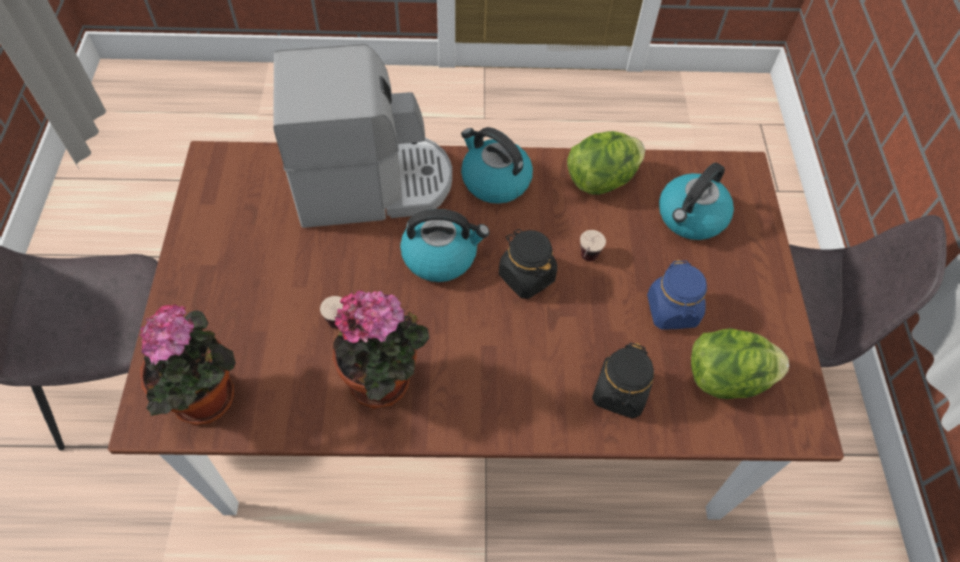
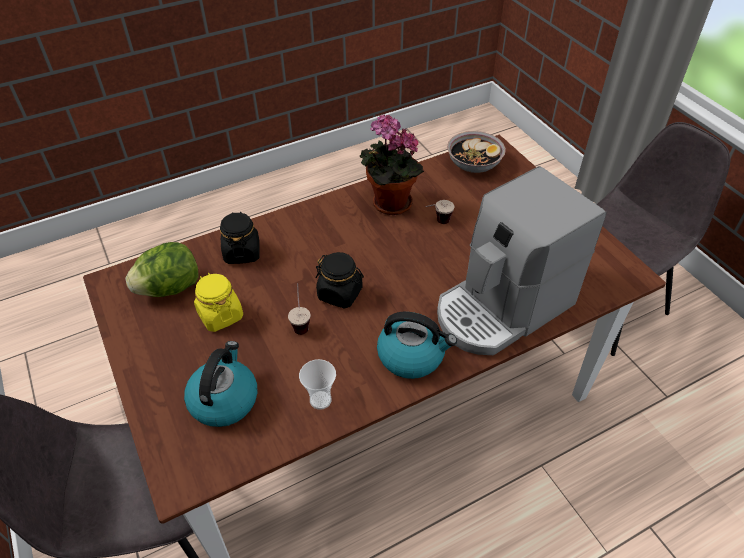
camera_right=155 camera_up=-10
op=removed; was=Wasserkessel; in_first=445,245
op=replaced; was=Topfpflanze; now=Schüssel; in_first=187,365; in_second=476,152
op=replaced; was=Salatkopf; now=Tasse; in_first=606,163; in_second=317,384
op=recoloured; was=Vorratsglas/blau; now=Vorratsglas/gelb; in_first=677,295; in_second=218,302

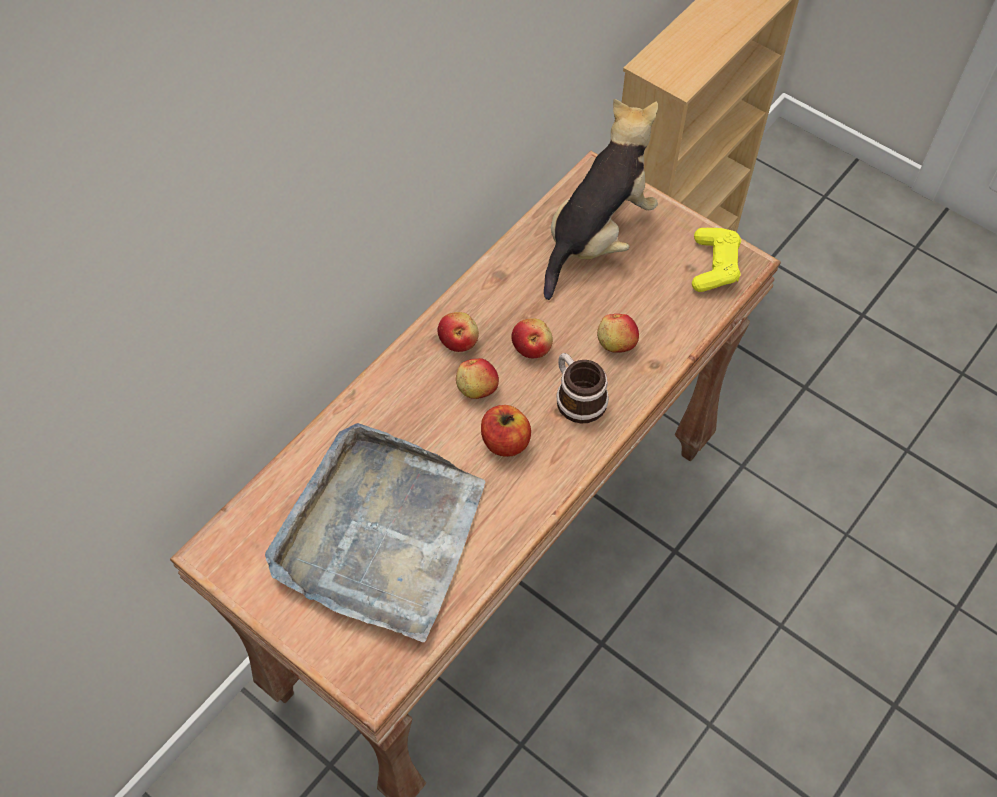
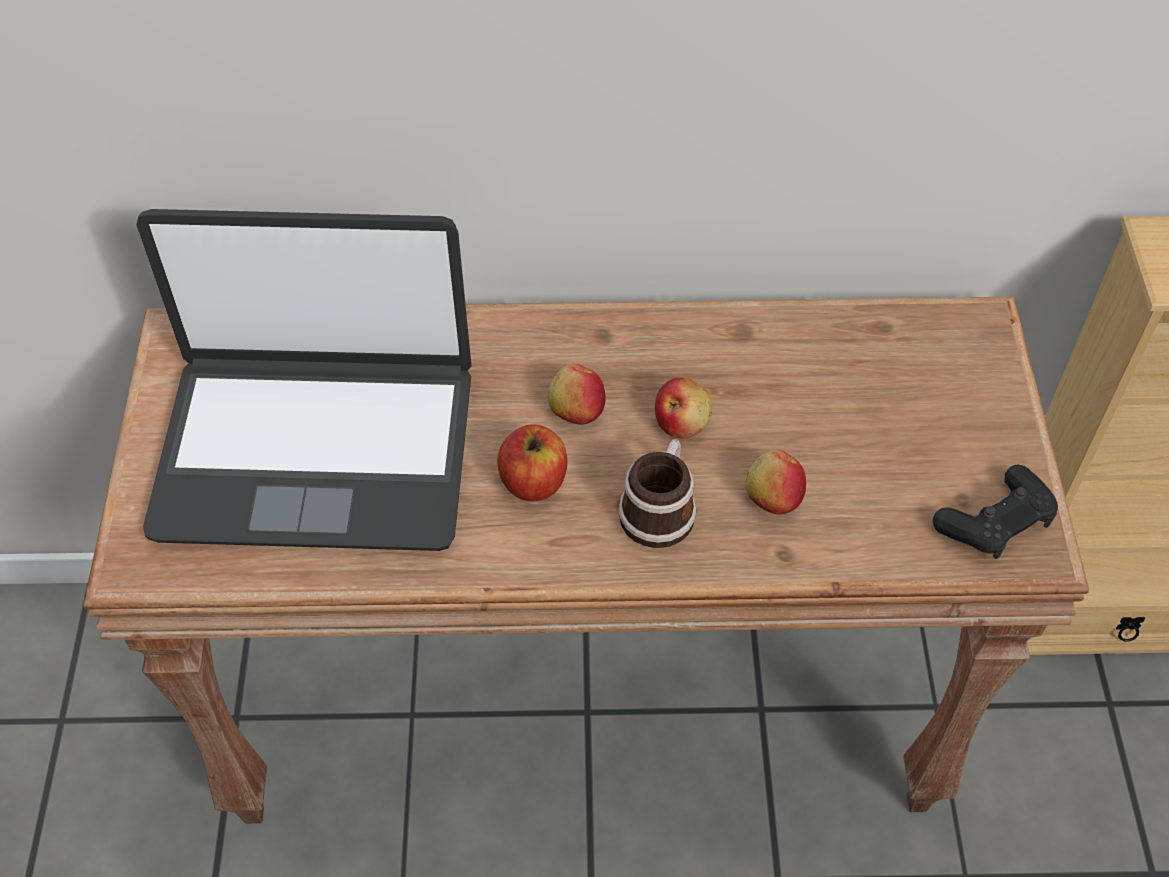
camera_right=50 camera_up=-5
op=removed; was=Apfel; in_first=458,332
op=removed; was=Plüschtier; in_first=601,199
op=replaced; was=Tablett/grau; now=Laptop; in_first=375,532; in_second=304,380
op=recoloured; was=Gamepad/gelb; now=Gamepad/schwarz; in_first=716,260; in_second=995,511

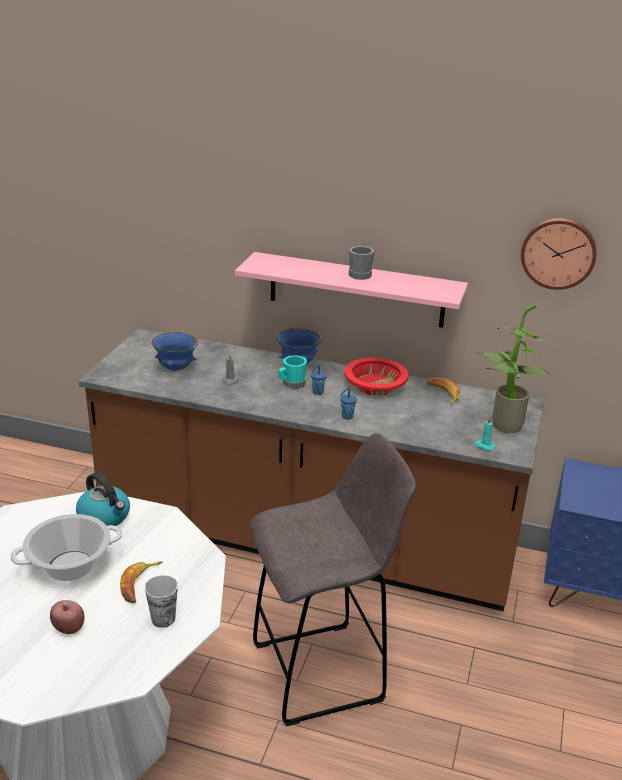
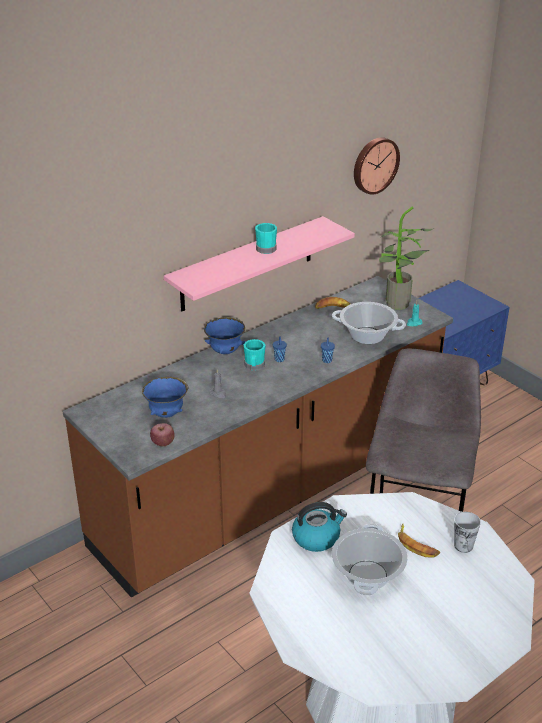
camera_right=-55 camera_up=5
op=removed; was=Schüssel/rot; in_first=376,376
op=added; now=Kochtopf; in_second=369,323
op=moved; was=Apfel; in_first=67,617; in_second=162,434
op=recoloured; was=Henkelbecher/grau; now=Henkelbecher/türkis; in_first=361,263; in_second=266,238

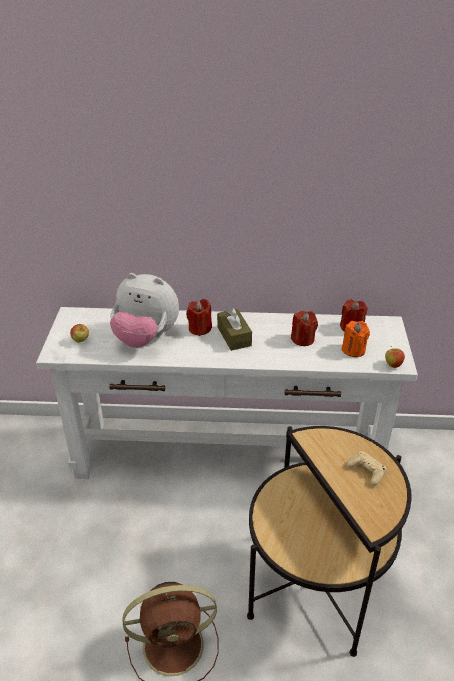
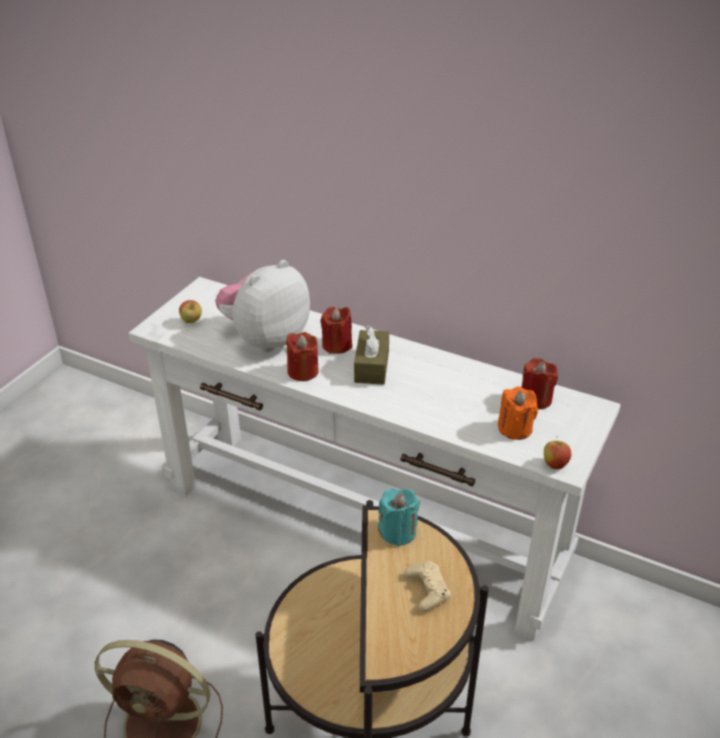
camera_right=25 camera_up=0
op=added; now=Kerze/türkis; in_second=399,517
op=moved; was=Kerze/rot; in_first=304,328; in_second=302,356
op=turned; was=Plüschtier; in_first=144,310; in_second=262,306; clockwise=90

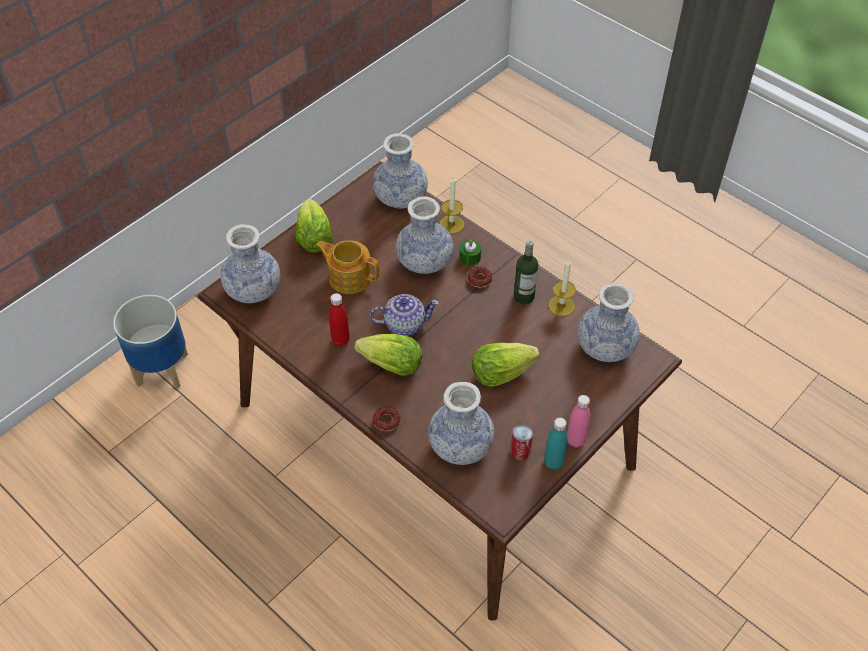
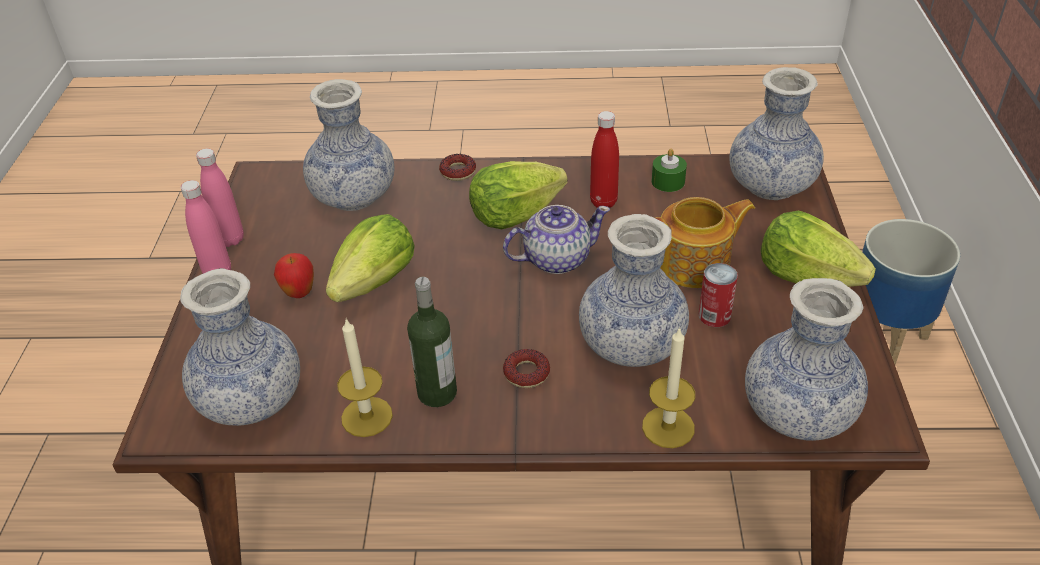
camera_right=140 camera_up=-10
op=added; now=Apfel; in_second=294,275
op=moved; was=Kerze/grün; in_first=470,252; in_second=669,170
op=moved; was=Dose; in_first=521,442; in_second=718,295
op=recoloured; was=Flasche/türkis; now=Flasche/rosa; in_first=555,444; in_second=220,198
op=turned; was=Teekanne; in_first=404,315; in_second=556,239; clockwise=-150

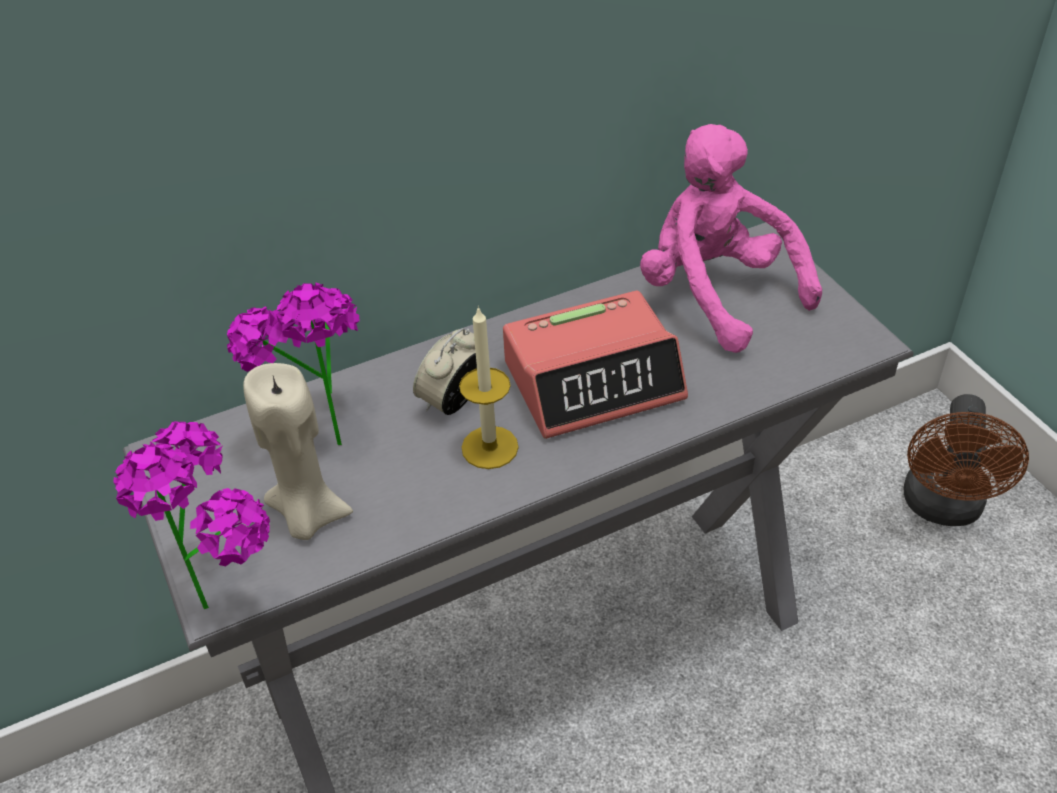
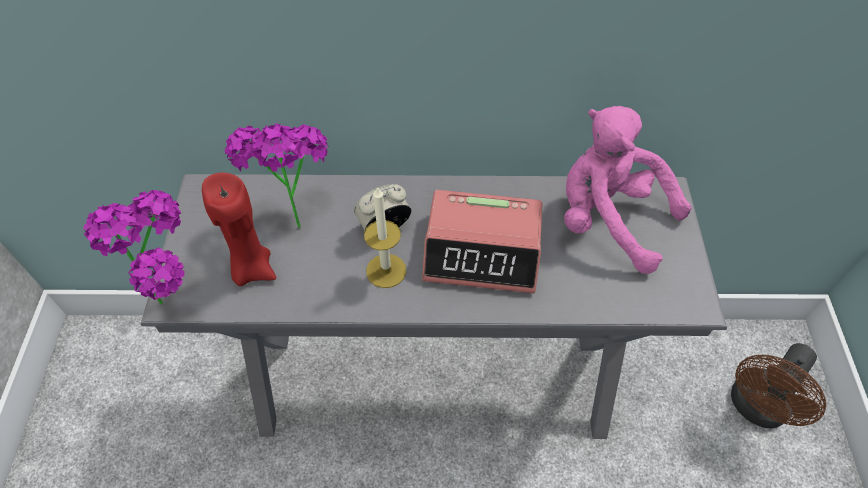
camera_right=25 camera_up=10
op=recoloured; was=Kerze/beige; now=Kerze/rot; in_first=298,451; in_second=239,229
op=turned; was=Plüschtier/rosa; in_first=731,238; in_second=628,190; clockwise=-45

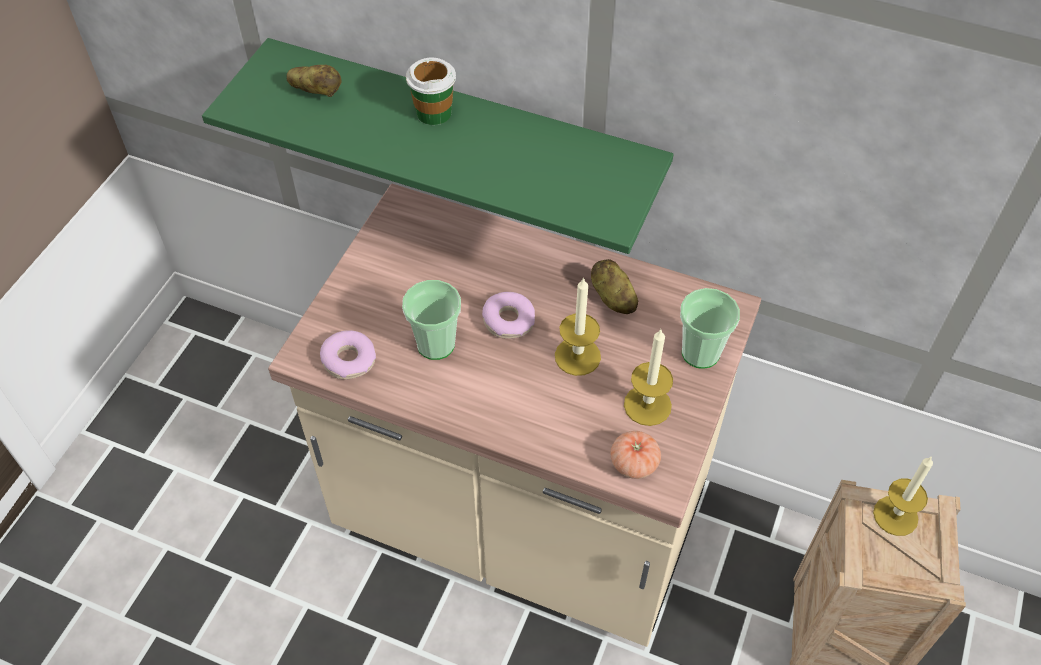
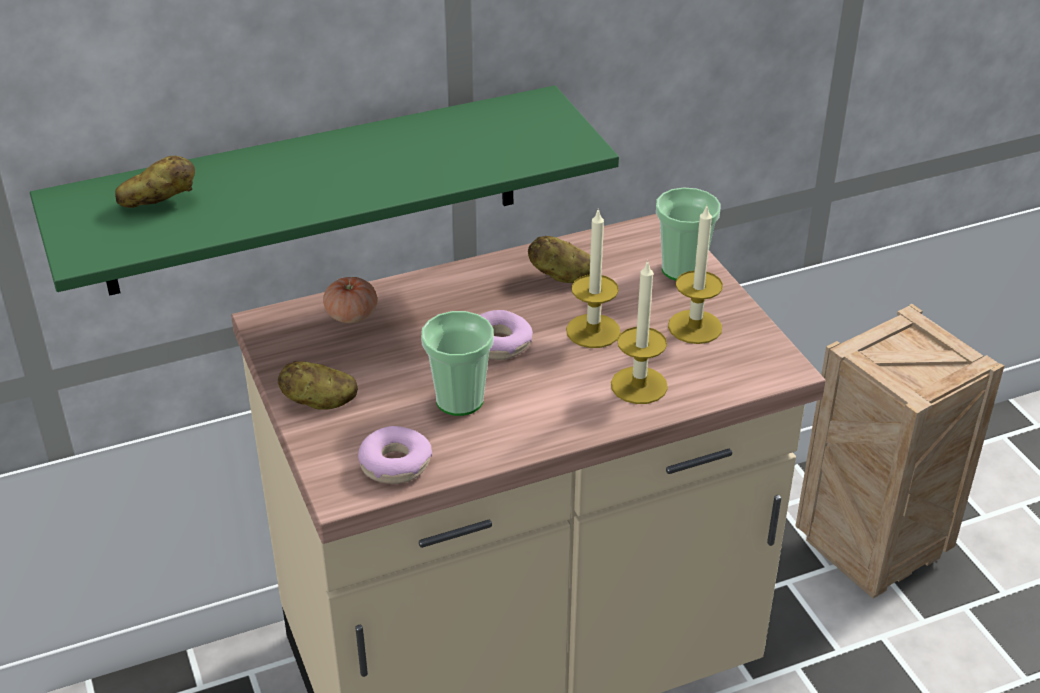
camera_right=-45 camera_up=-15
op=removed; was=Tasse; in_first=431,91
op=added; now=Kartoffel; in_second=318,385
op=moved; was=Tomate; in_first=635,455; in_second=350,300
op=moved; was=Kerze; in_first=903,496; in_second=639,332

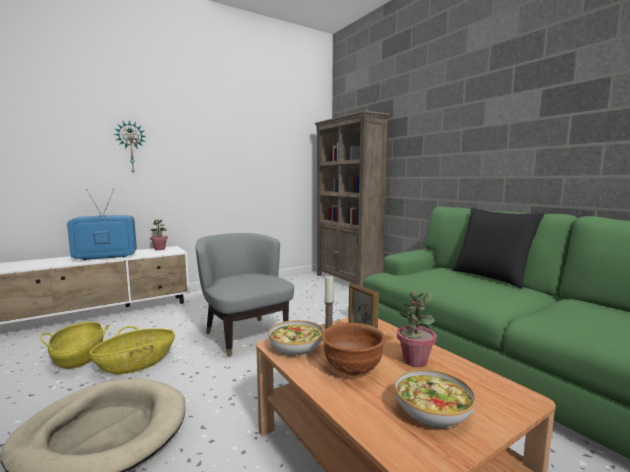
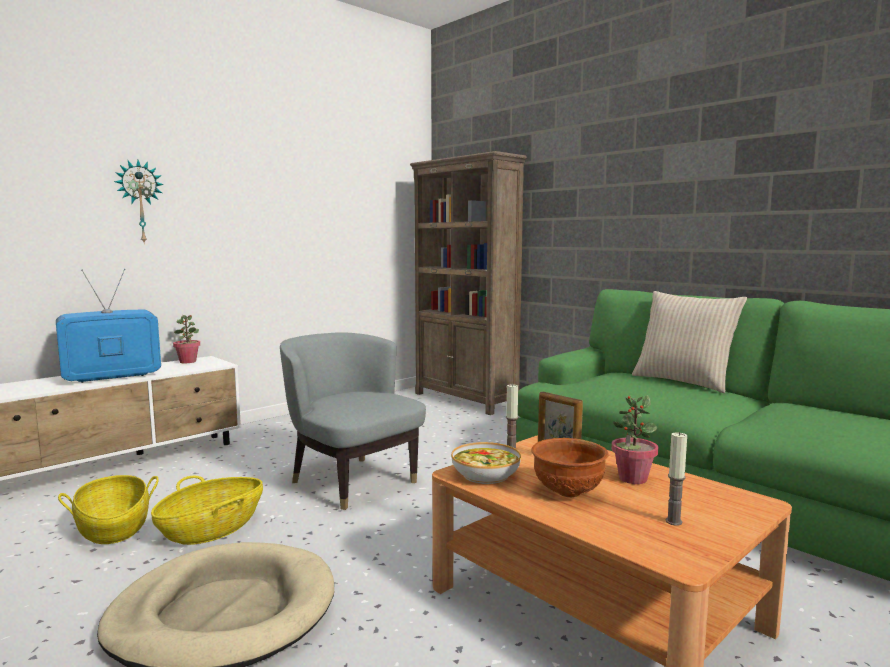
camera_right=-10 camera_up=0
op=replaced; was=Schüssel; now=Kerze; in_first=435,399; in_second=676,479
op=recoloured; was=Kissen/schwarz; now=Kissen/beige; in_first=498,248; in_second=689,342

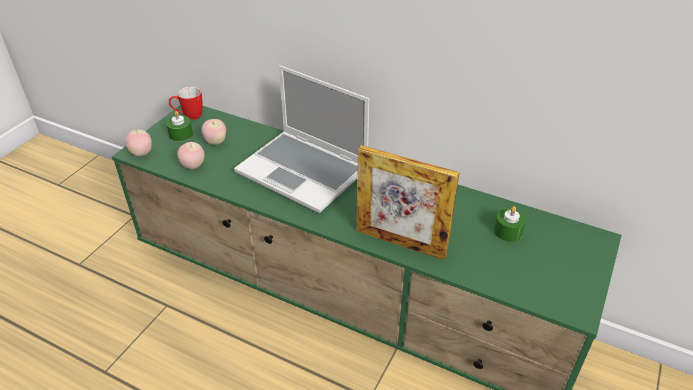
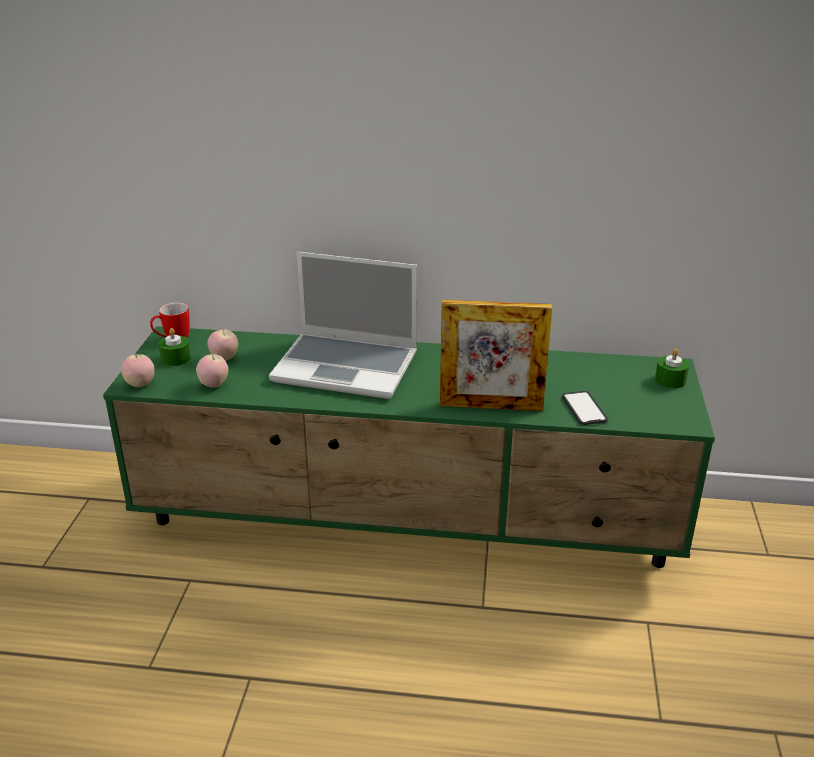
camera_right=-20 camera_up=-10
op=added; now=Handy; in_second=585,408
op=moved; was=Kerze/grün; in_first=510,224; in_second=672,368

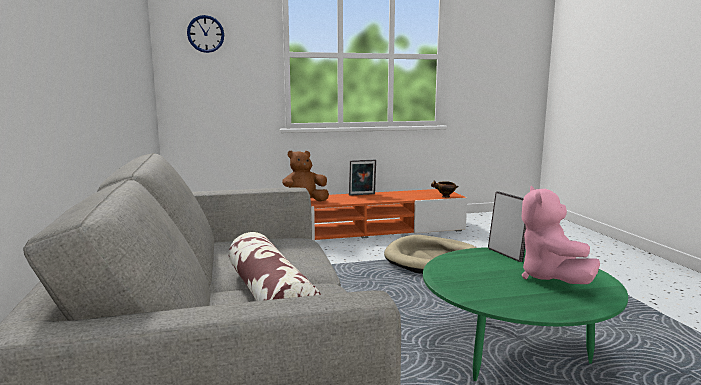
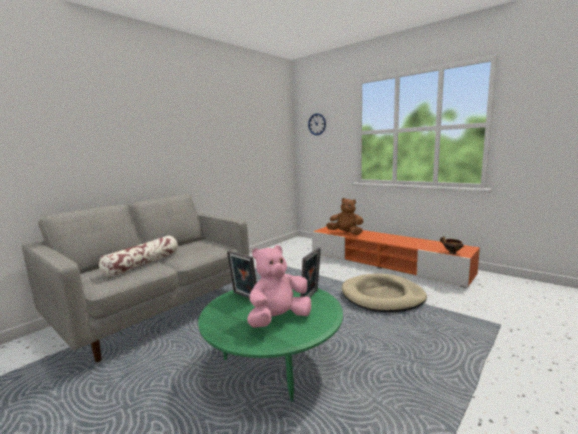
camera_right=55 camera_up=0
op=moved; was=Bilderrahmen; in_first=362,178; in_second=242,274

